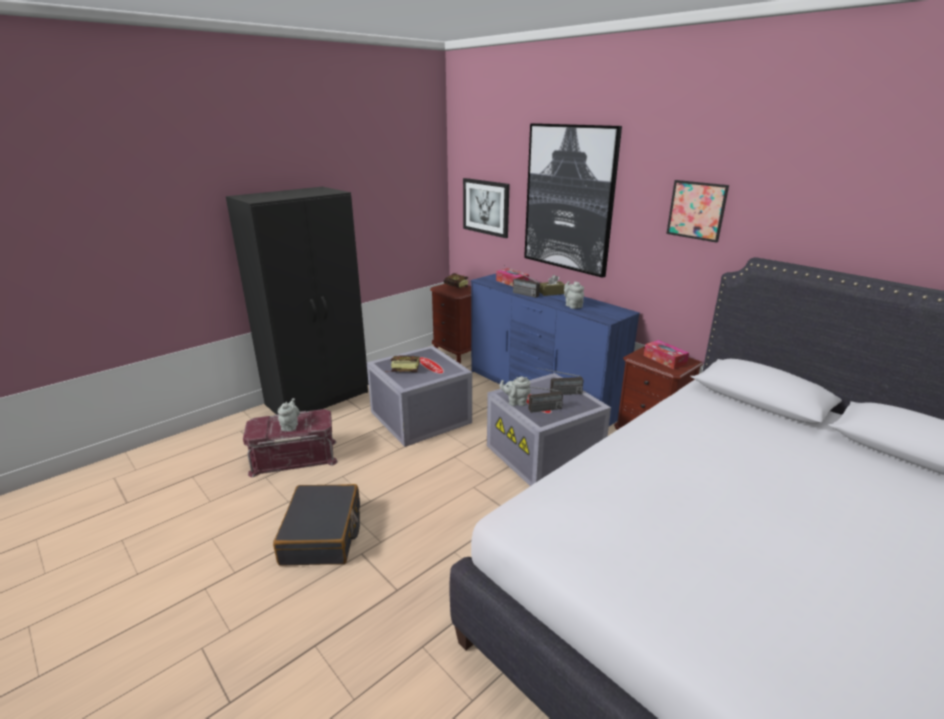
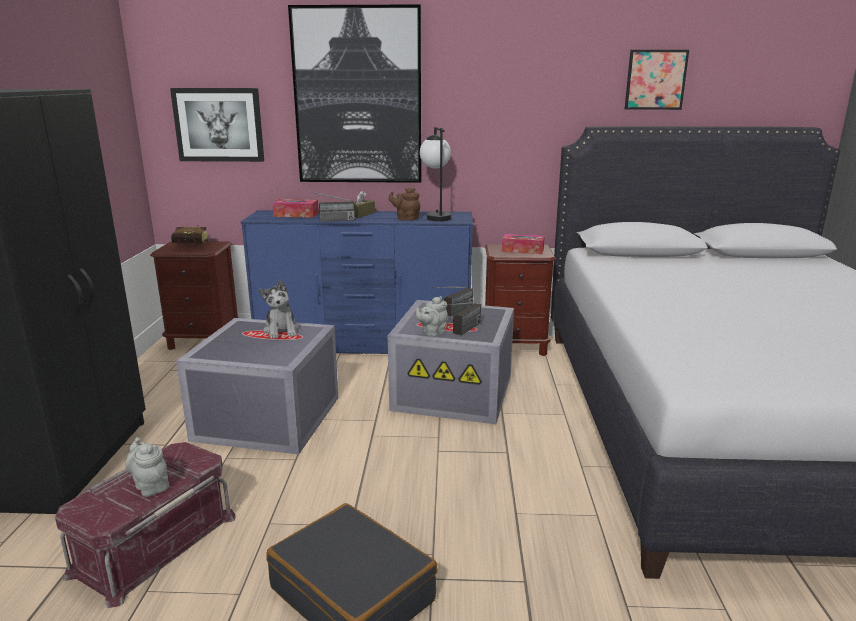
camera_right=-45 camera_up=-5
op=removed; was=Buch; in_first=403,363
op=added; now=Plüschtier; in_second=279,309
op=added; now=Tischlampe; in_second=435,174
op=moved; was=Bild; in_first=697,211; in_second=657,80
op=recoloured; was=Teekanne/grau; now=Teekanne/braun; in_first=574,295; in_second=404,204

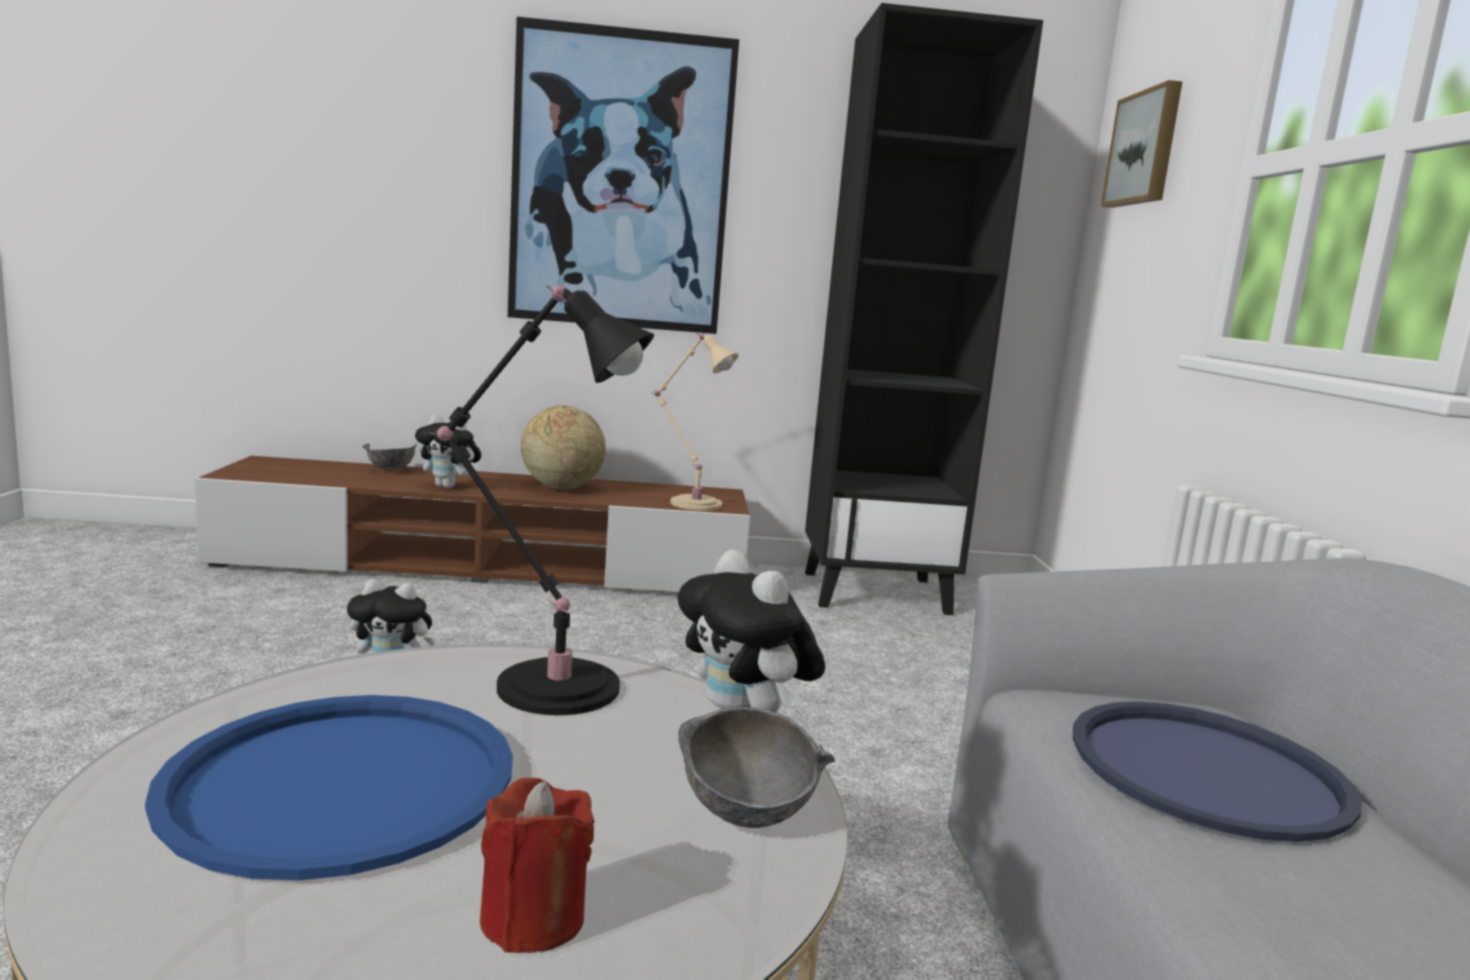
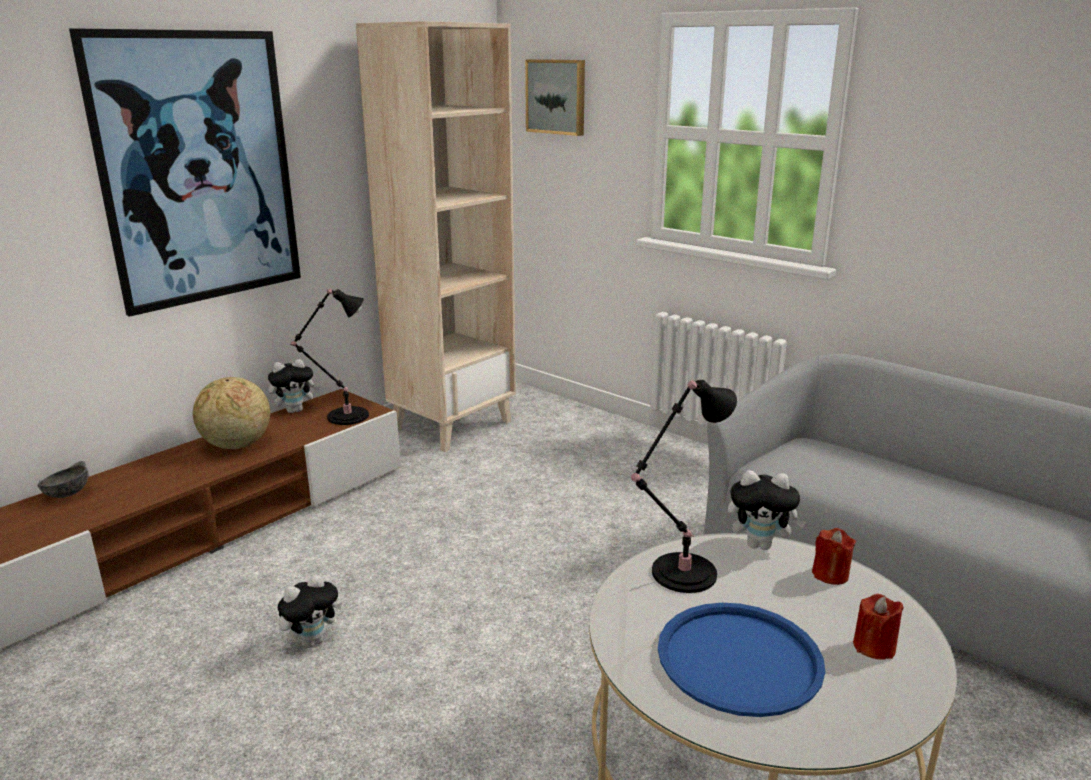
camera_right=-45 camera_up=10
op=removed; was=Tablett/blau; in_first=1217,771
op=moved; was=Plüschtier; in_first=448,451; in_second=294,386
op=replaced; was=Schüssel/grau; now=Kerze/rot; in_first=756,767; in_second=834,556
op=recoloured; was=Tischlampe/beige; now=Tischlampe/schwarz; in_first=695,422; in_second=329,357
op=recoloured; was=Bücherregal/schwarz; now=Bücherregal/beige; in_first=924,309; in_second=436,236

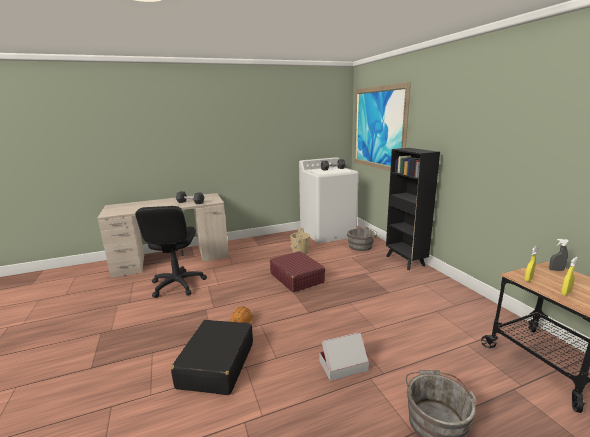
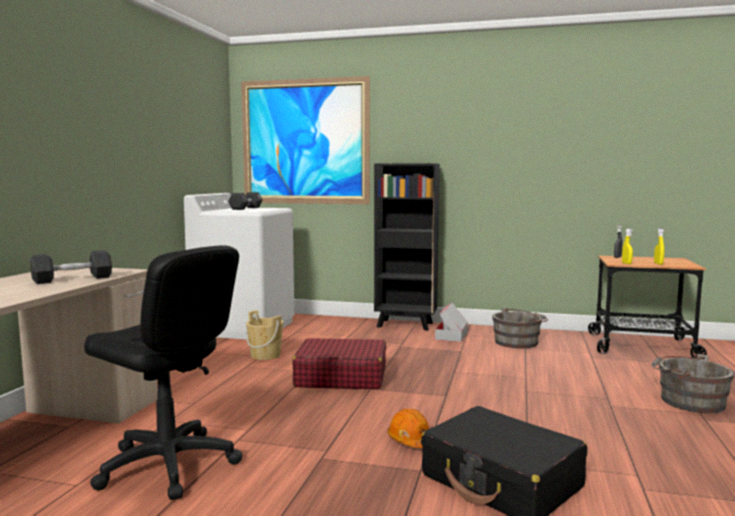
camera_right=-55 camera_up=-10
op=moved; was=Karton; in_first=344,356; in_second=451,322
op=moved; was=Eimer/grau; in_first=362,239; in_second=520,328

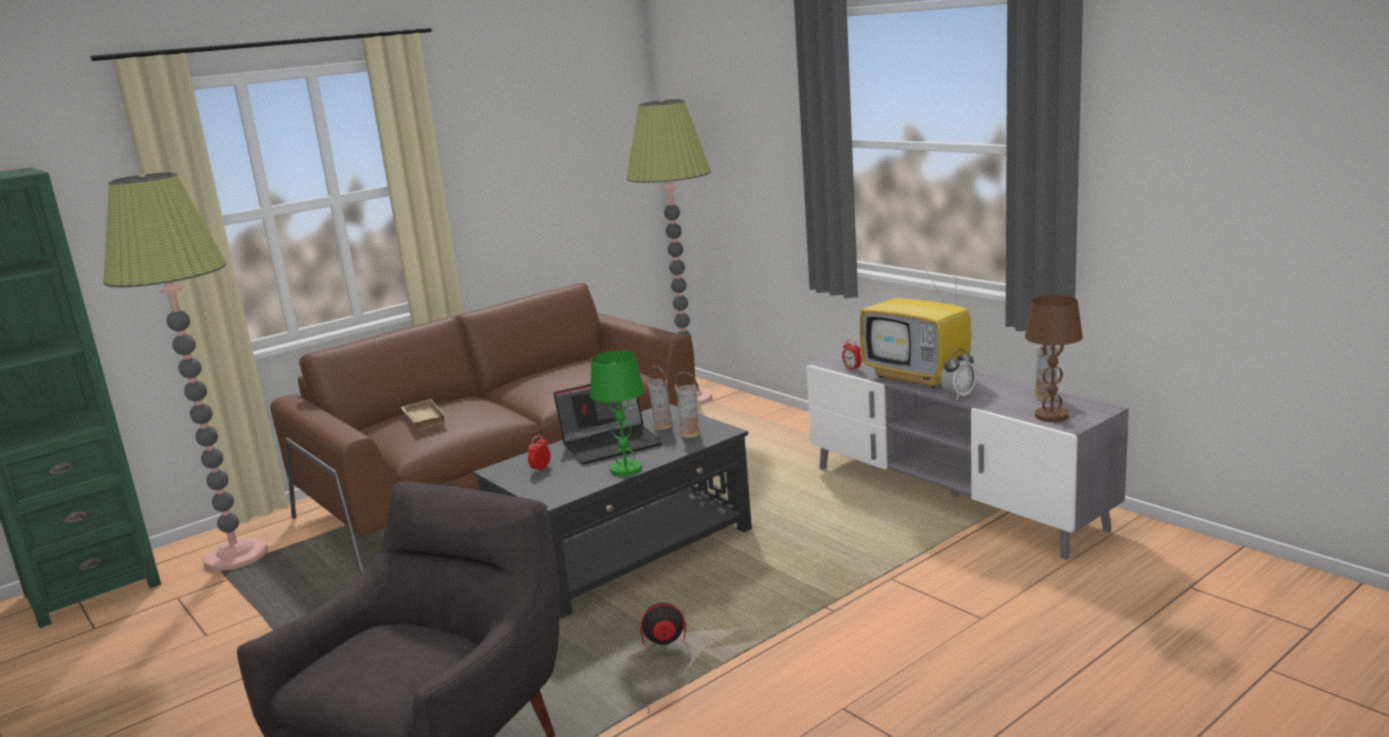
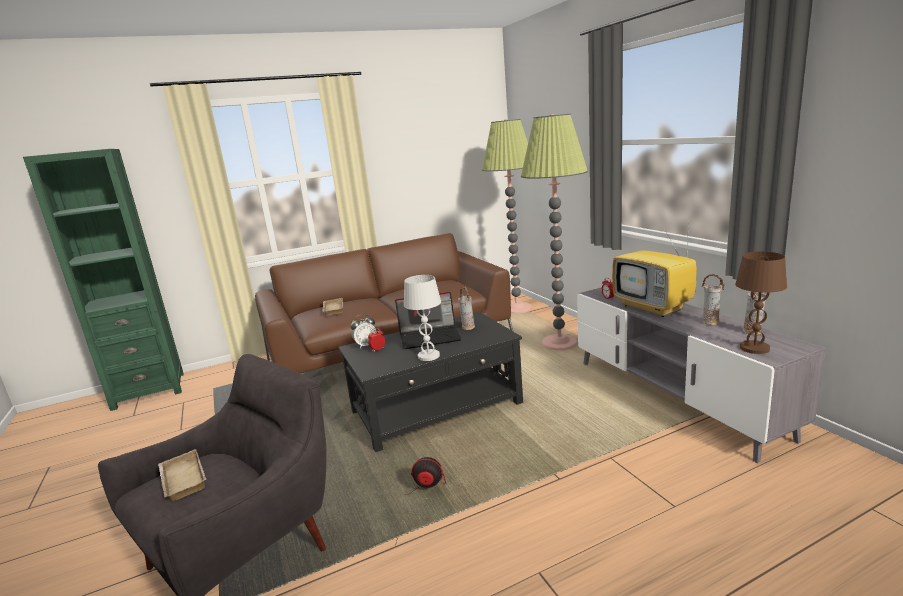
camera_right=15 camera_up=0
op=added; now=Tablett/beige; in_second=182,475
op=moved; was=Stehlampe; in_first=186,372; in_second=554,232
op=moved; was=Vase; in_first=687,404; in_second=713,299
op=moved; was=Wecker; in_first=958,374; in_second=363,331
op=recoloured; was=Tischlampe/grün; now=Tischlampe/weiß; in_first=617,413; in_second=422,318

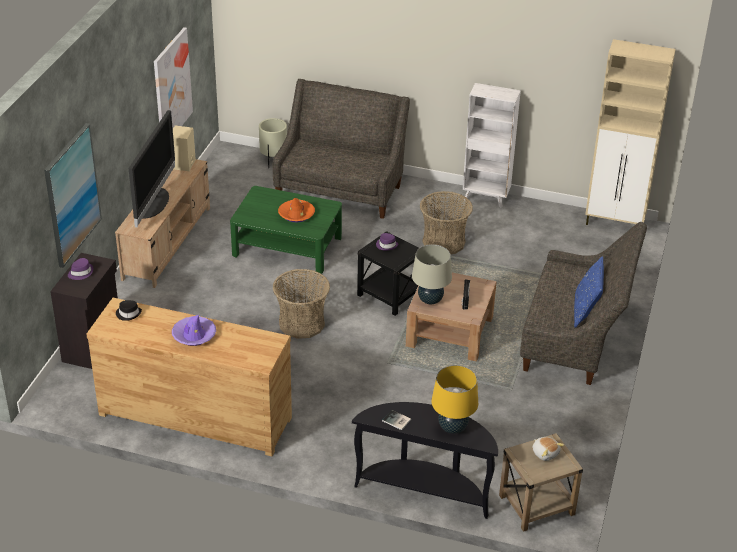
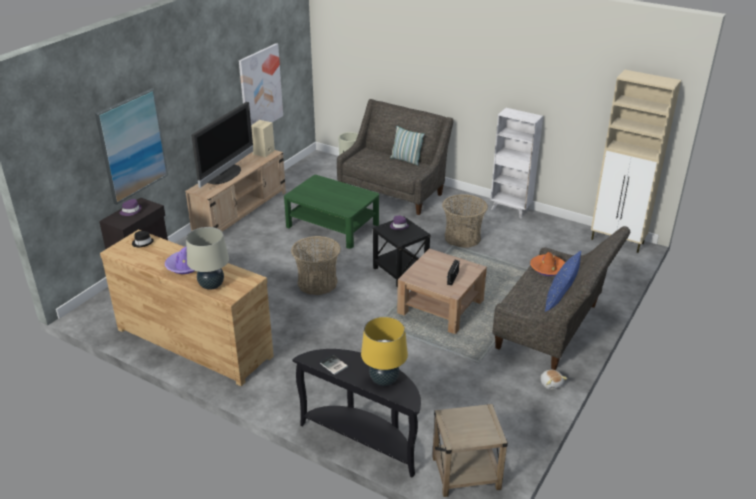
camera_right=15 camera_up=-5
op=added; now=Kissen; in_second=407,145
op=moved; was=Hut/orange; in_first=296,210; in_second=547,264
op=moved; was=Tischlampe/beige; in_first=432,274; in_second=207,258
op=moved; was=Plüschtier; in_first=548,449; in_second=554,380

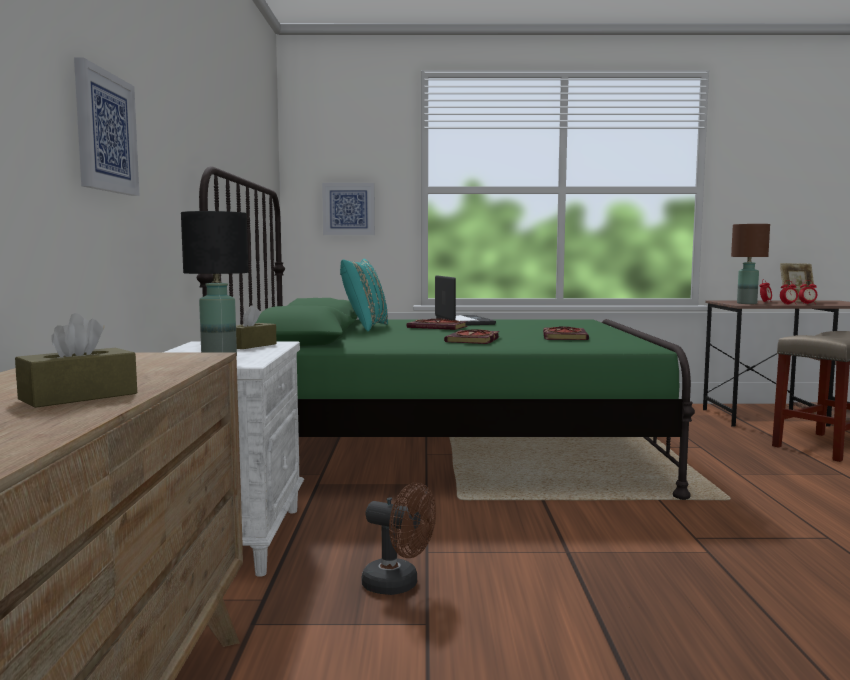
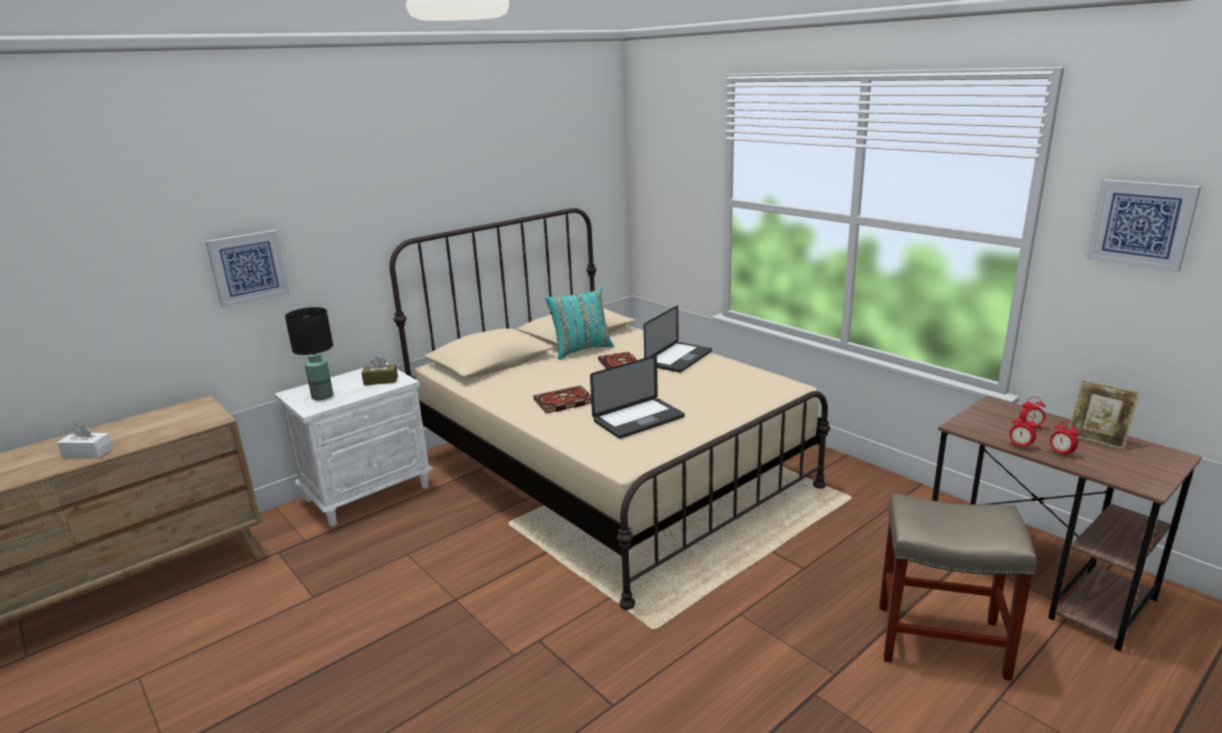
camera_right=50 camera_up=15
op=removed; was=Ventilator/braun; in_first=399,538
op=removed; was=Tischlampe/braun; in_first=750,264
op=moved; was=Bild; in_first=348,209; in_second=1144,225
op=replaced; was=Buch; now=Laptop; in_first=566,333; in_second=637,397
op=recoloured; was=Taschentuchbox/braun; now=Taschentuchbox/weiß; in_first=76,360; in_second=85,440
op=recoloured; was=Bett/grün; now=Bett/beige; in_first=446,333; in_second=609,409

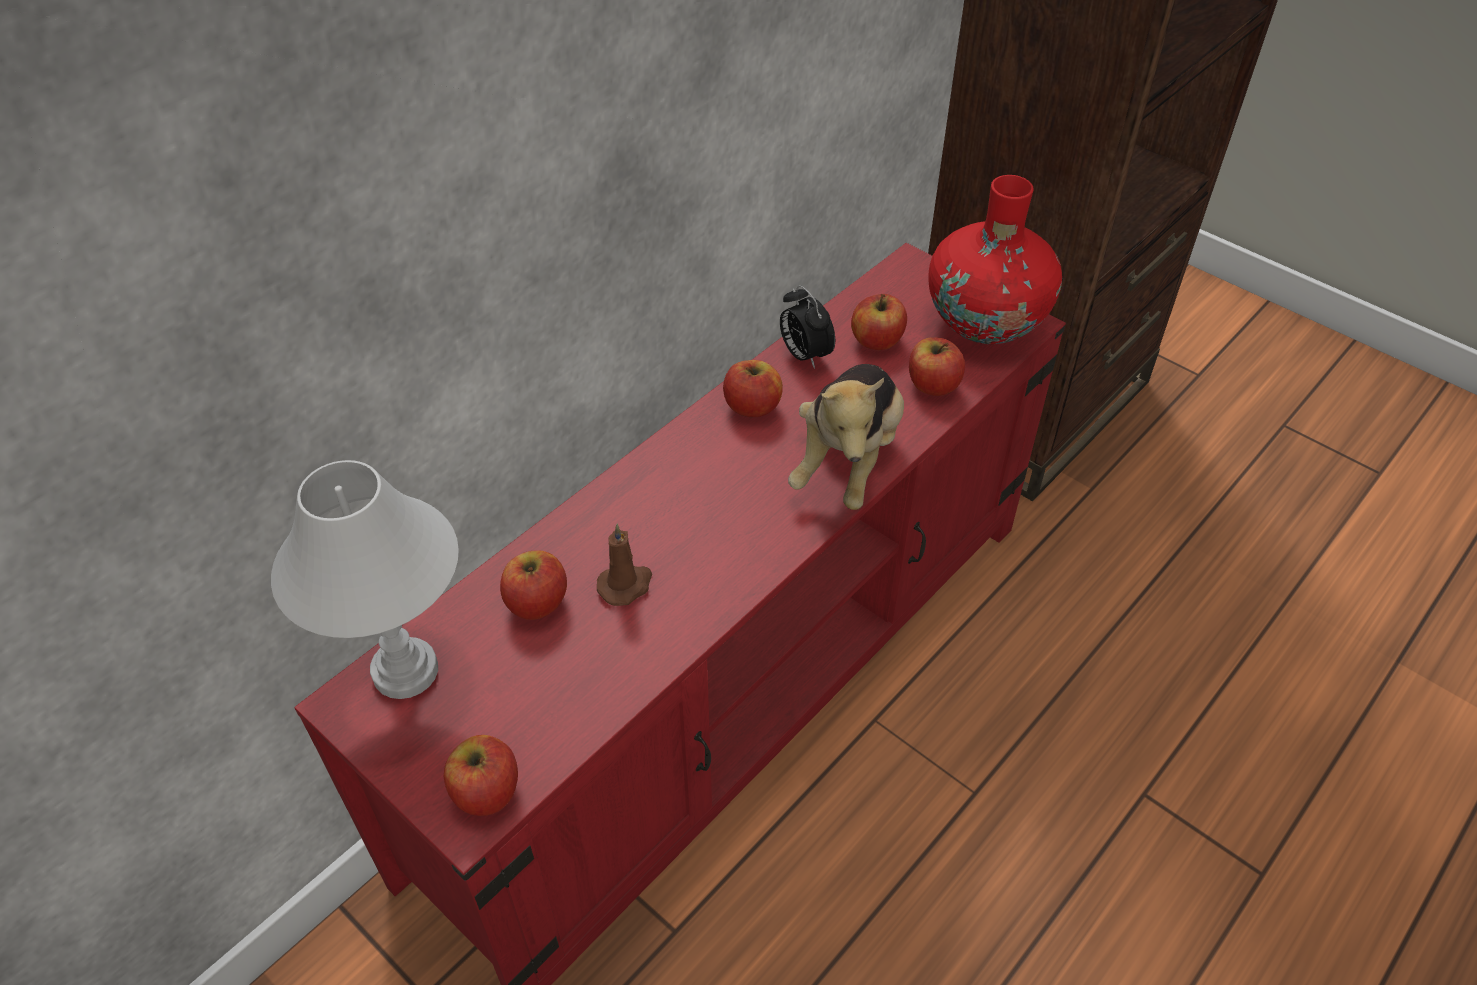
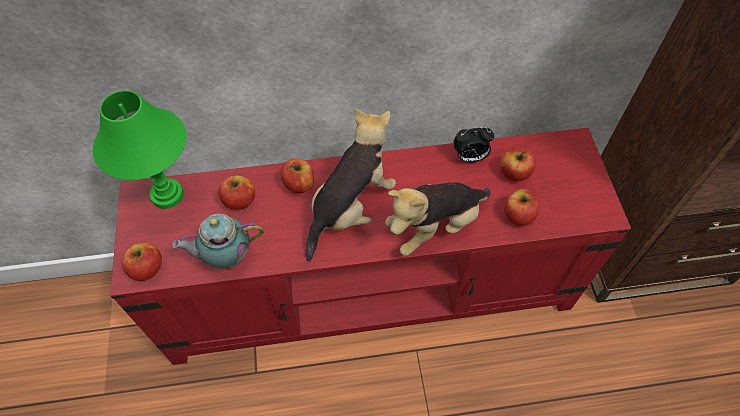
camera_right=40 camera_up=10
op=removed; was=Kerze/braun; in_first=624,565
op=removed; was=Vase/rot; in_first=995,259
op=added; now=Teekanne; in_second=218,241
op=added; now=Plüschtier; in_second=351,185
op=moved; was=Apfel; in_first=753,388; in_second=297,175
op=recoloured; was=Tischlampe/weiß; now=Tischlampe/grün; in_first=365,579; in_second=139,149
op=turned; was=Wecker; in_first=807,327; in_second=473,145; clockwise=-105

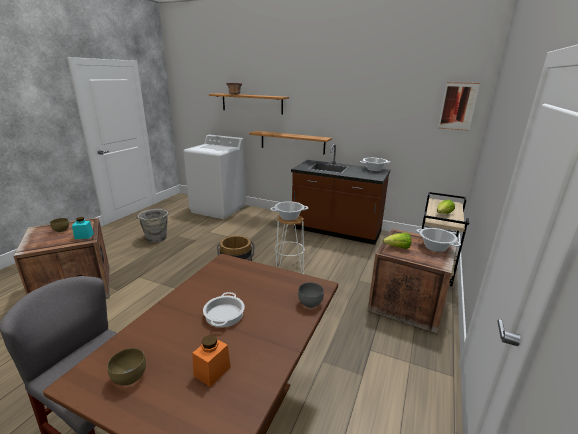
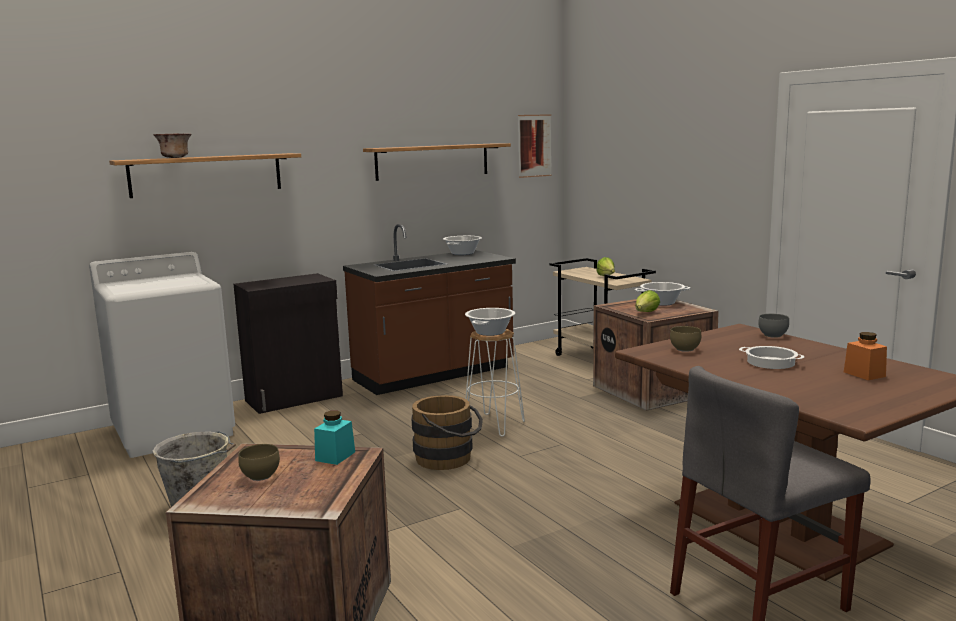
camera_right=-55 camera_up=-10
op=added; now=Schrank/schwarz; in_second=288,343
op=moved; was=Schüssel/braun; in_first=126,366; in_second=685,339
op=moved; was=Wandregal; in_first=290,143; in_second=437,162

